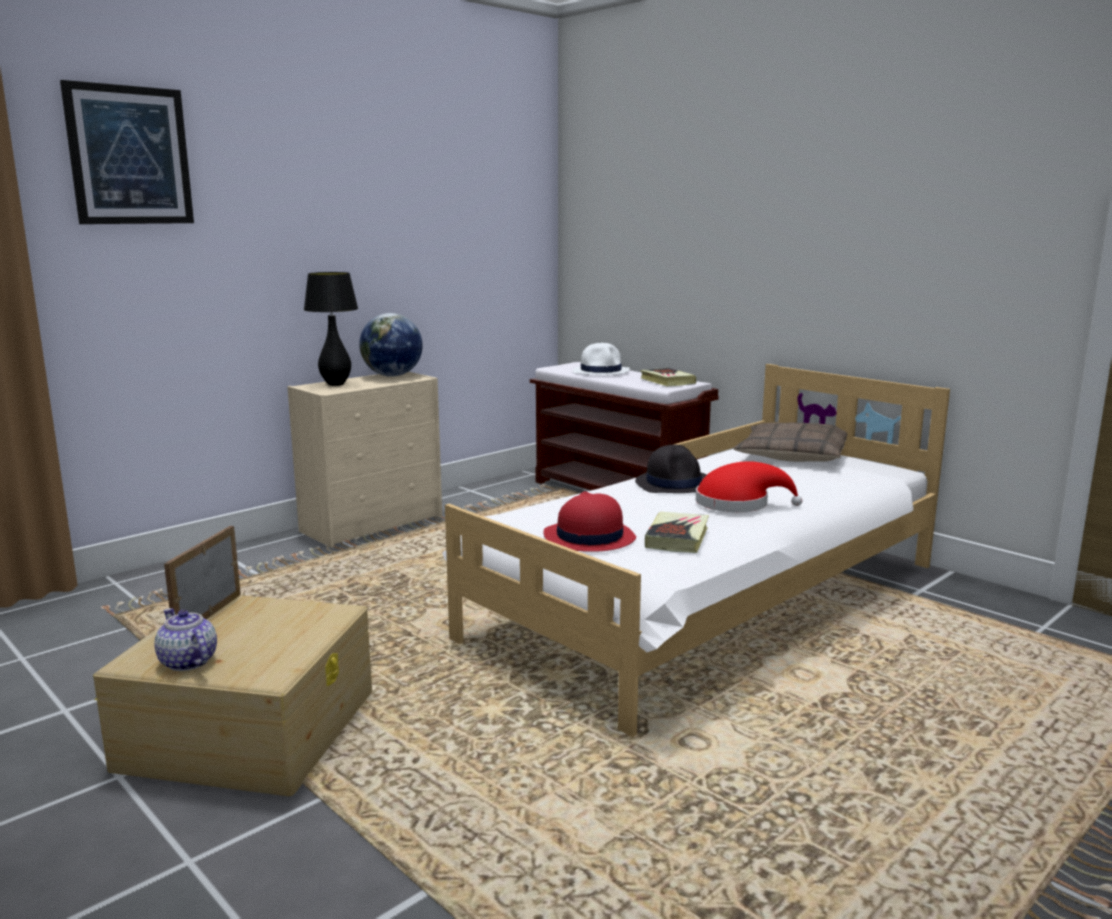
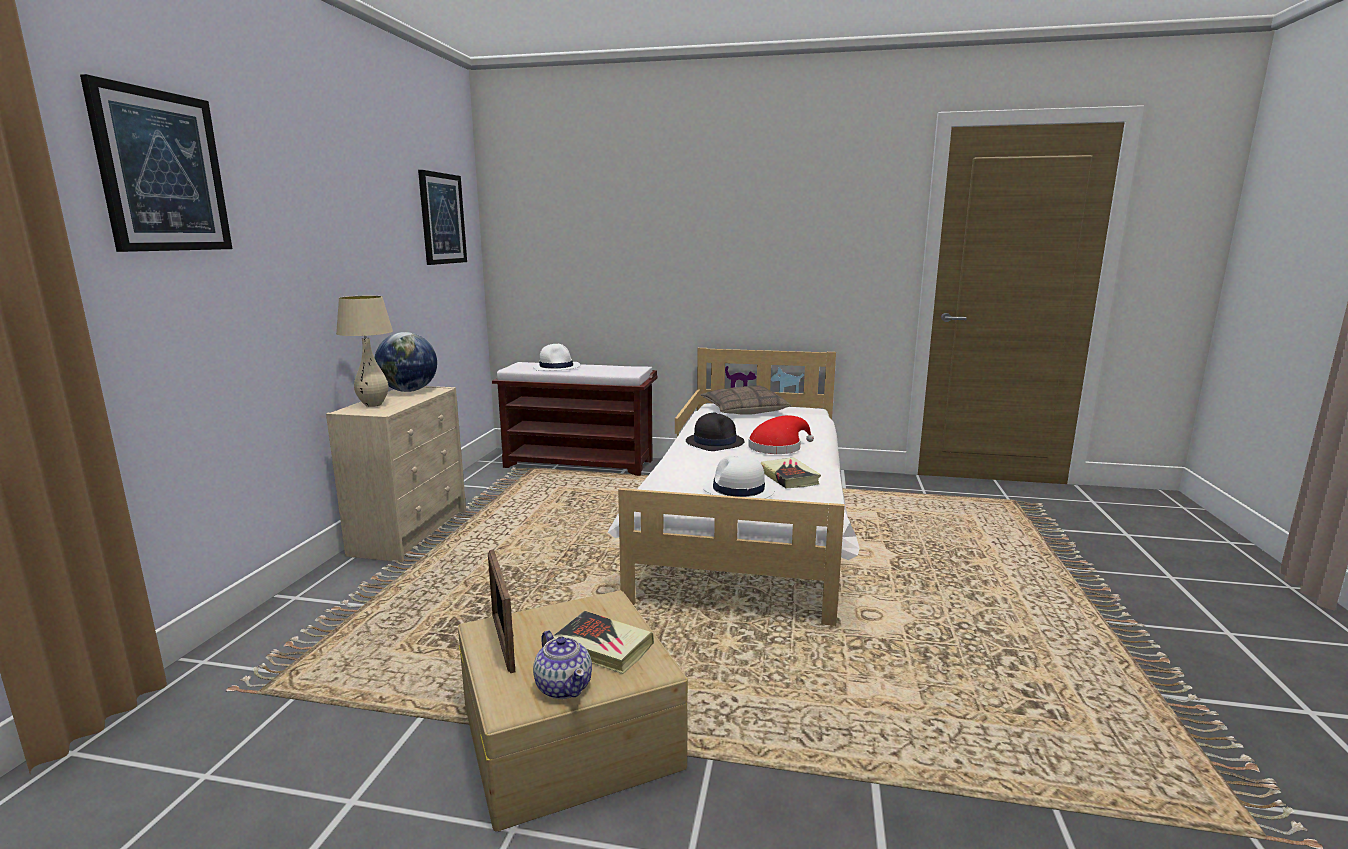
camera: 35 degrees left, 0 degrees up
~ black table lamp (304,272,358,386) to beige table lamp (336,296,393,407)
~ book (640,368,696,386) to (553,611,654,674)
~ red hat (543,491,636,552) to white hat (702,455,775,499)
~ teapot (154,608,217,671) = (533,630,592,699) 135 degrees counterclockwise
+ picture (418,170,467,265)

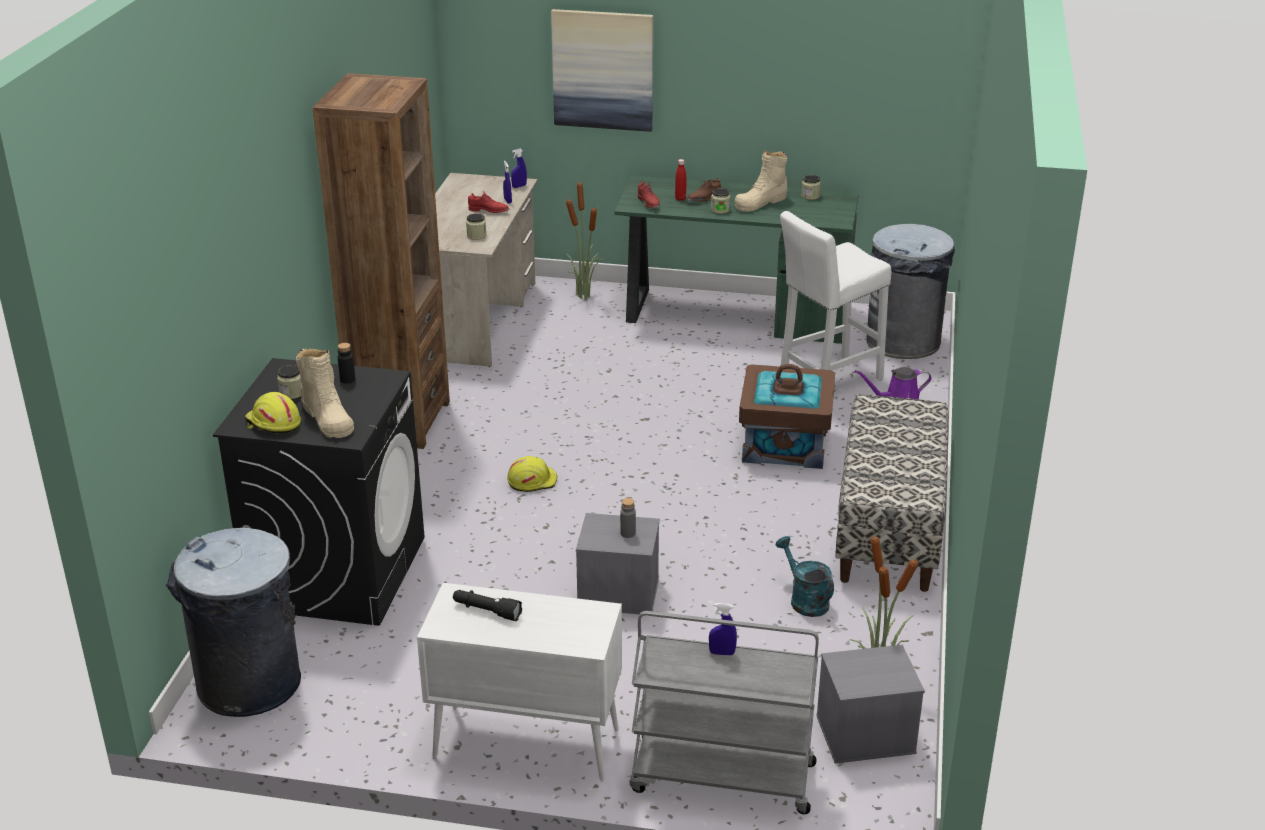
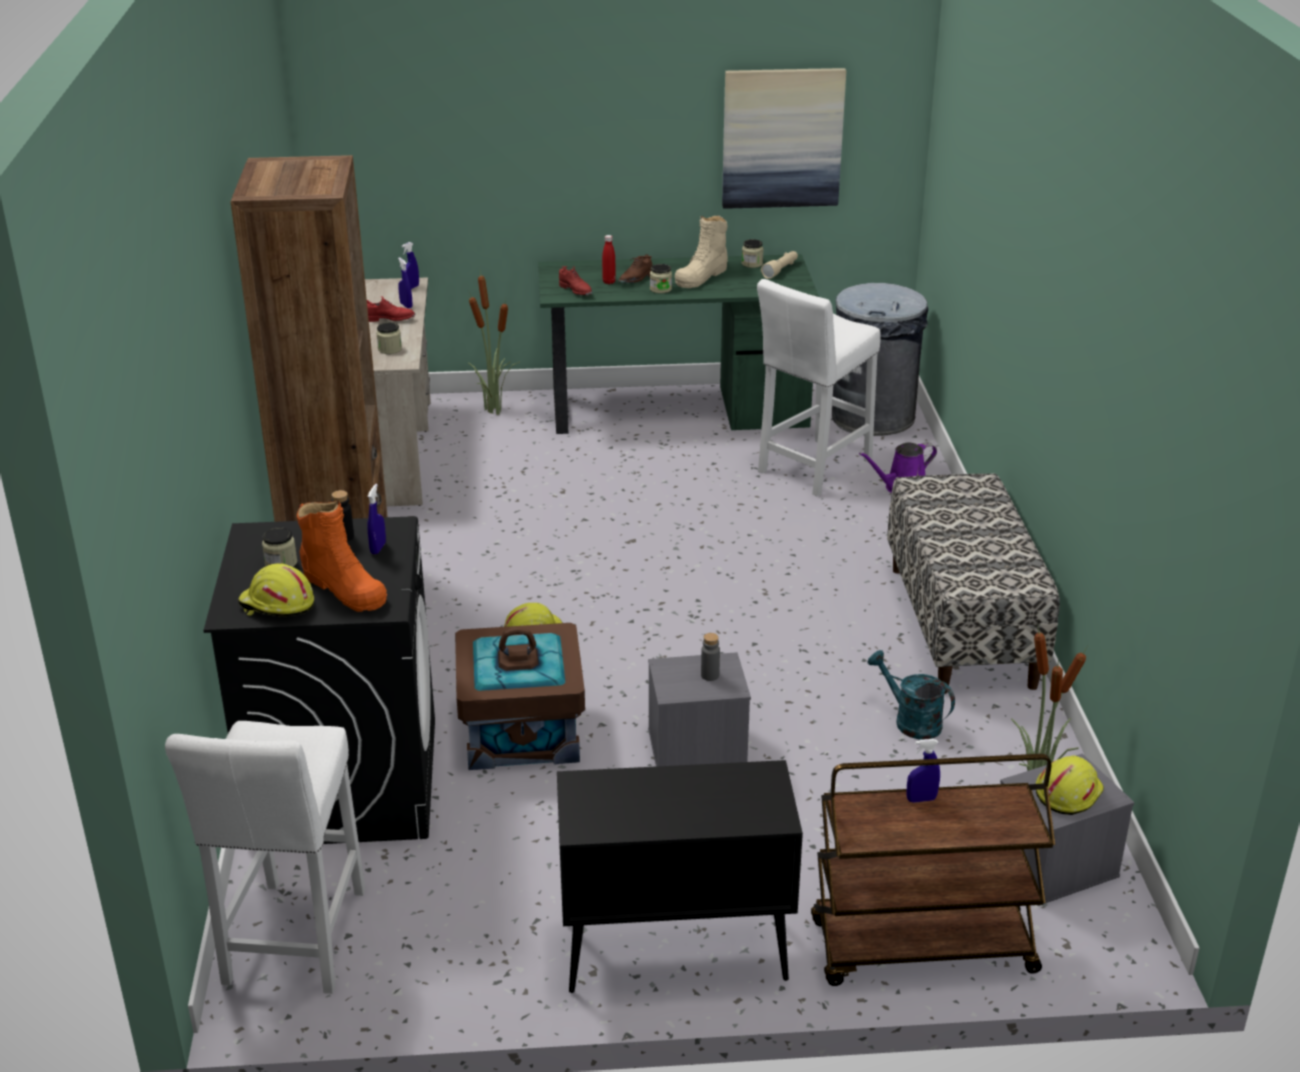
camera: 15 degrees left, 0 degrees up
~ picture (551,9,653,132) to (722,68,846,209)
~ beige boot (296,348,354,438) to orange boot (297,501,387,612)
~ brown storage box (739,364,835,469) to (455,623,585,770)
~ grey trash can (166,528,301,717) to white stool (165,721,365,994)
~ white cabinet (417,583,622,781) to black cabinet (557,760,803,993)
- black flashlight (453,590,522,621)
~ grey cart (629,611,819,814) to brown cart (811,754,1055,986)
+ beige flashlight (761,251,798,279)
+ blue spray bottle (367,484,386,554)
+ yellow hard hat (1036,756,1104,815)

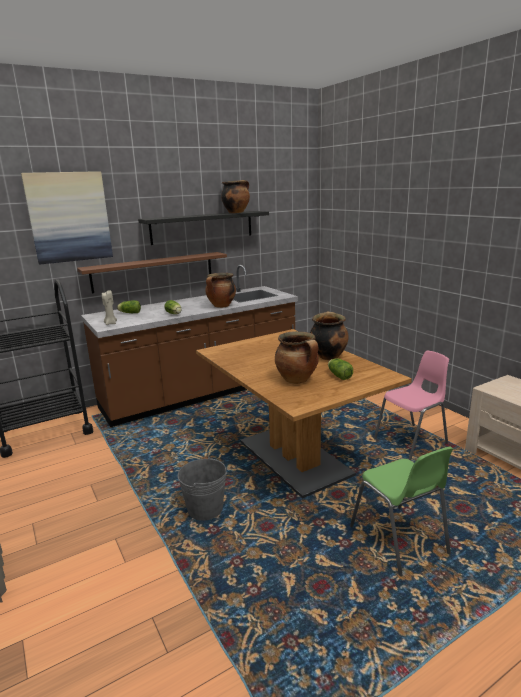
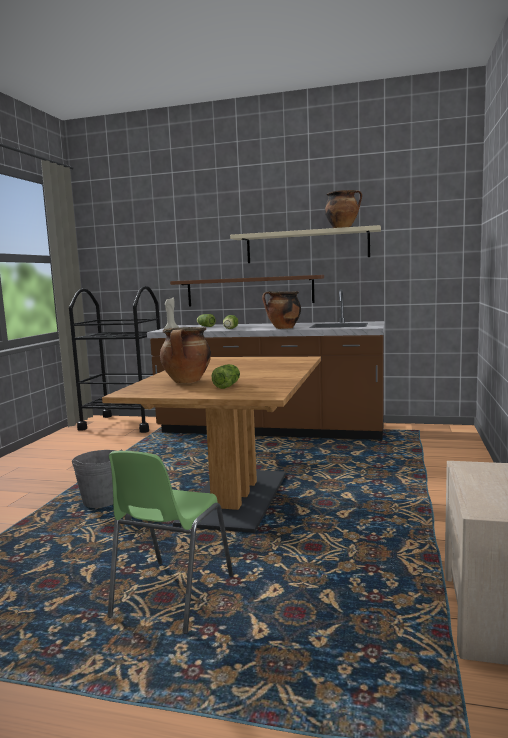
camera: 45 degrees right, 10 degrees down
- picture (21,171,113,264)
~ black shelf (138,211,269,245) to beige shelf (230,225,381,263)
- cooking pot (310,311,349,360)
- pink chair (374,351,449,461)

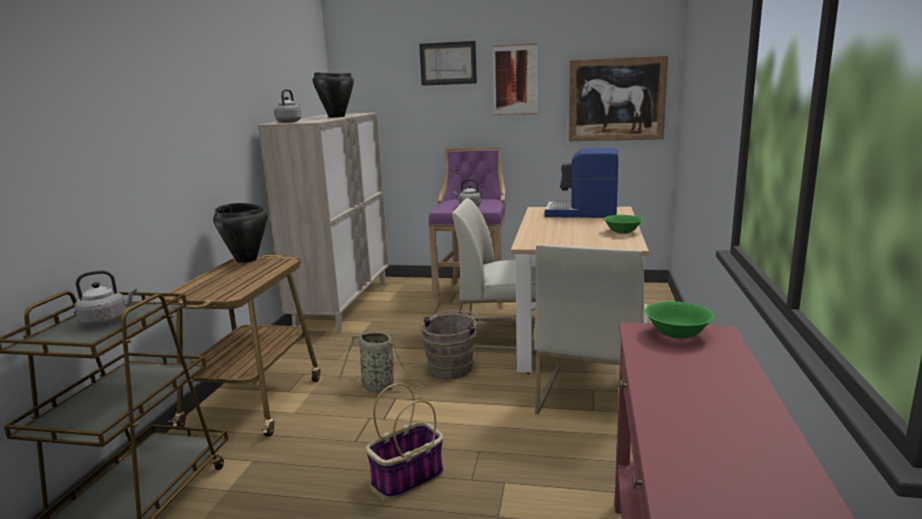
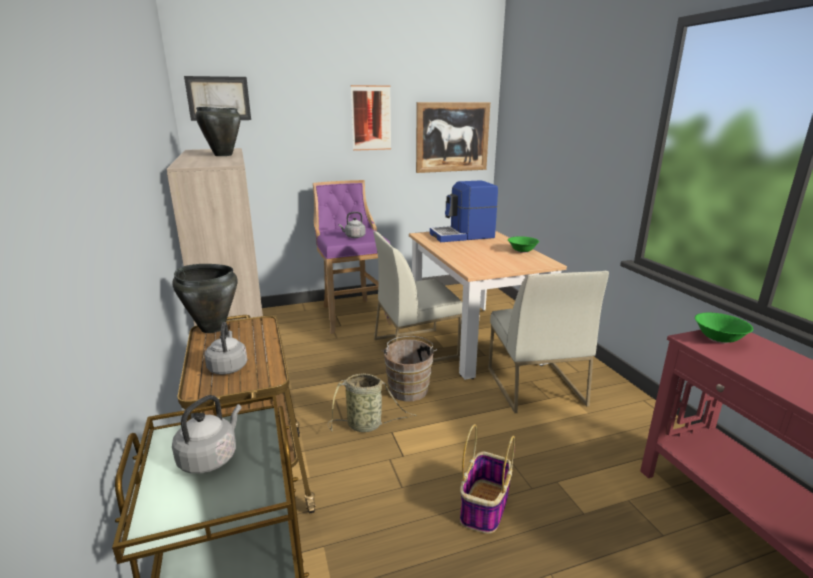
camera: 30 degrees left, 5 degrees up
~ picture (419,41,477,86) to (184,76,251,121)
~ grey kettle (274,89,302,123) to (204,322,247,375)

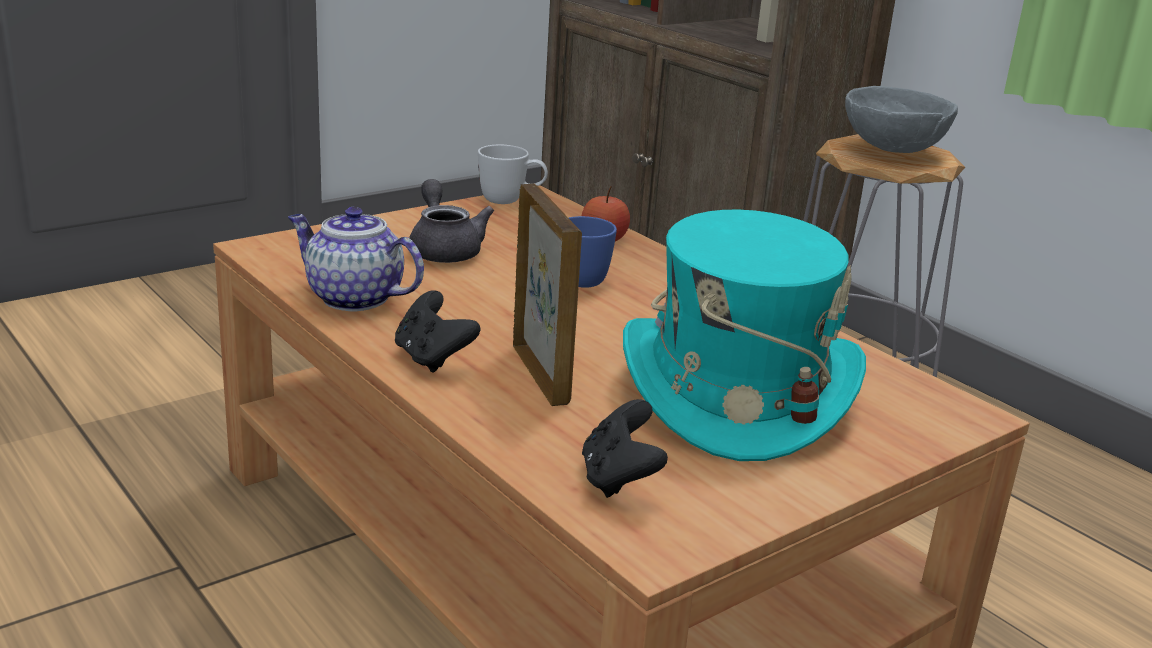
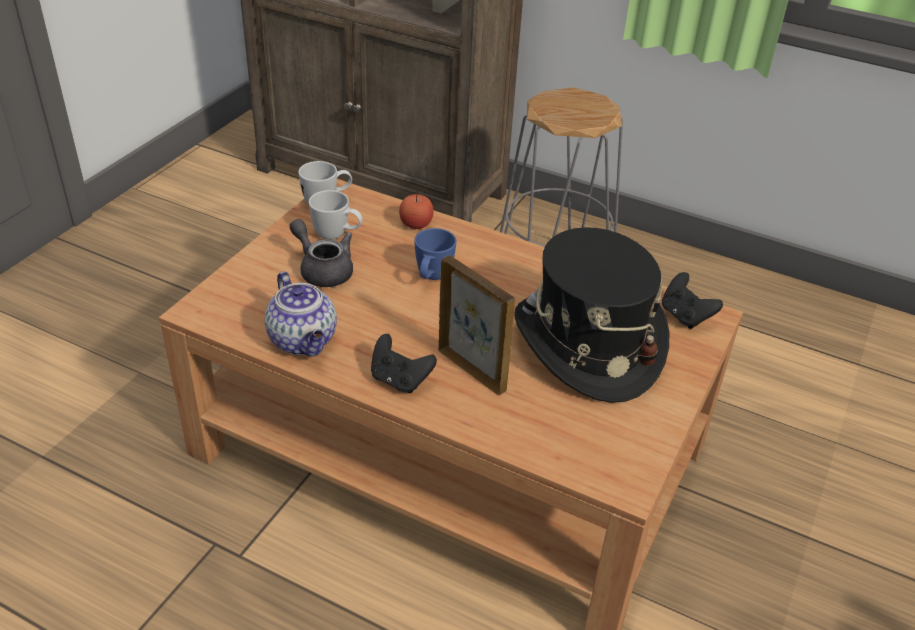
camera: 25 degrees left, 15 degrees up
- grey bowl (845,86,958,153)
~ teapot (288,207,424,312) = (265,271,337,356) 120 degrees counterclockwise
~ turquoise hat (623,210,866,461) to black hat (514,227,669,403)
~ black game controller (582,399,668,498) to (662,272,723,329)
+ white mug (309,190,363,240)

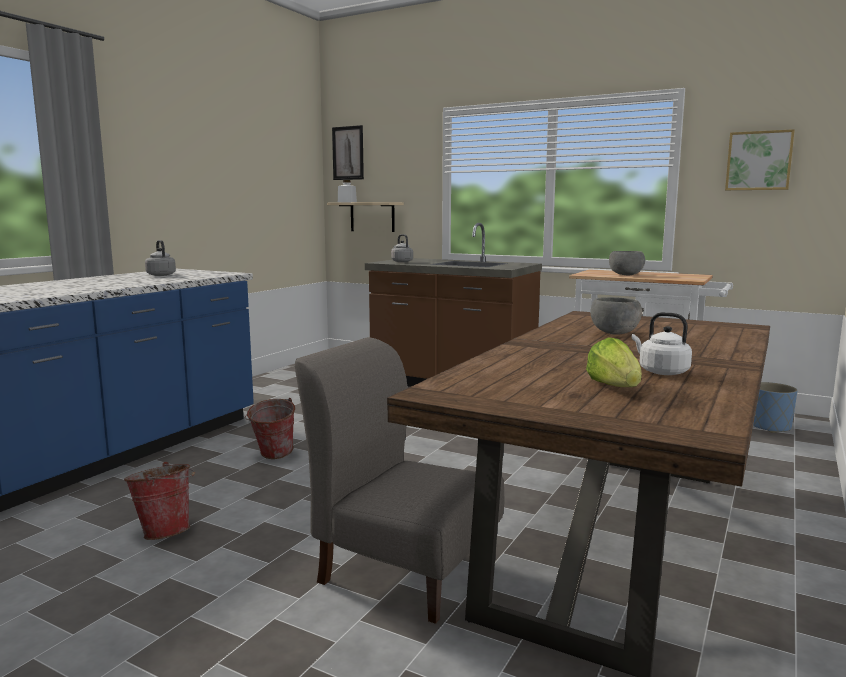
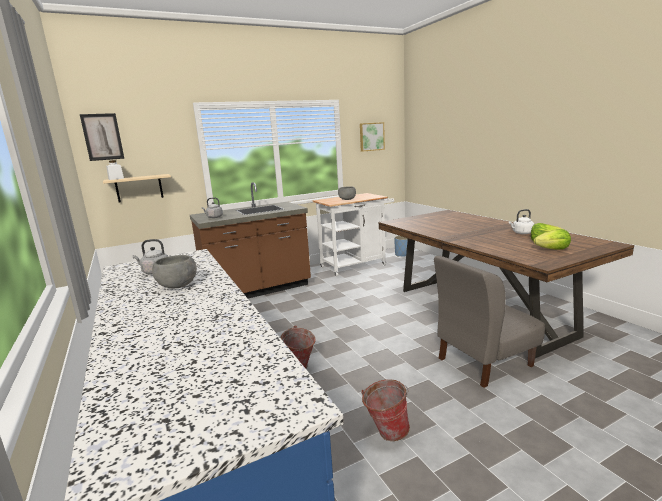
camera: 55 degrees left, 5 degrees up
~ grey bowl (590,297,642,335) to (152,255,197,288)
+ lettuce (533,229,571,250)

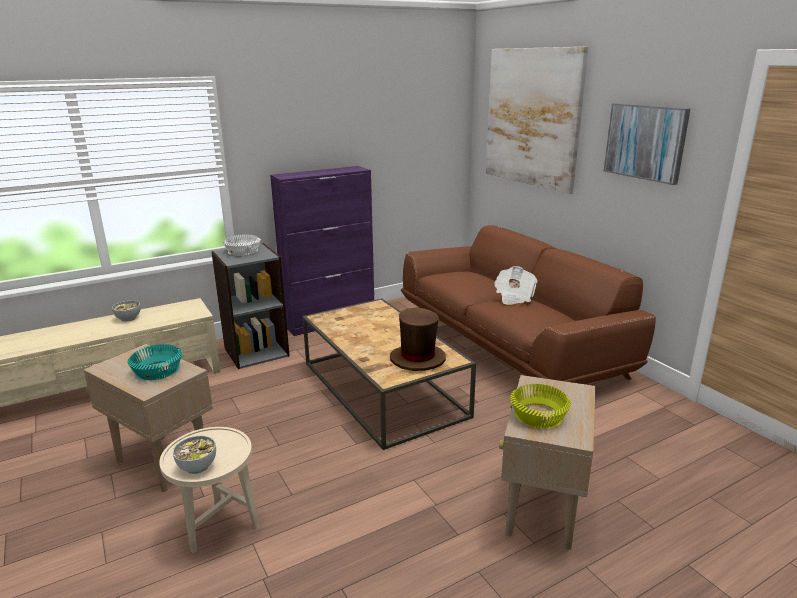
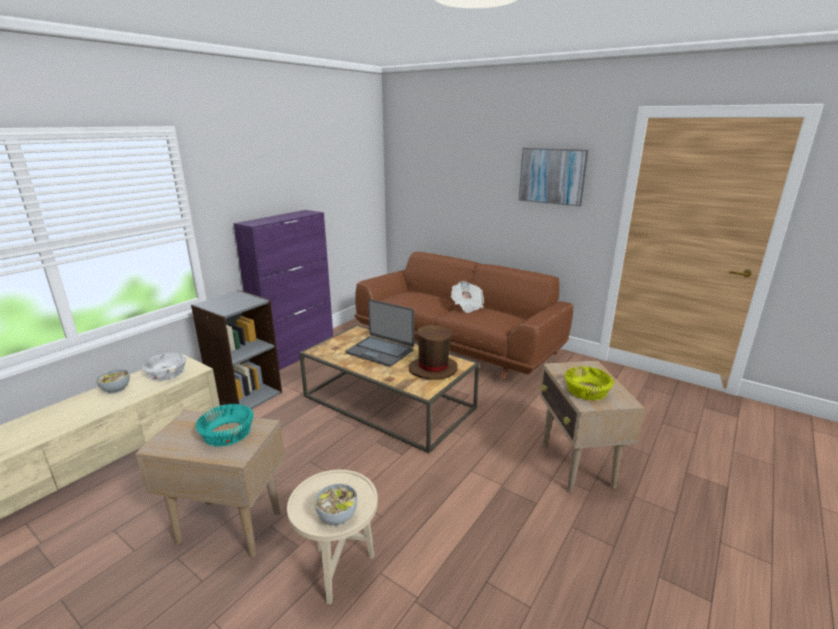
camera: 25 degrees left, 0 degrees up
- picture (486,47,588,194)
~ white bowl (223,234,261,256) to (142,353,186,381)
+ laptop (346,299,414,367)

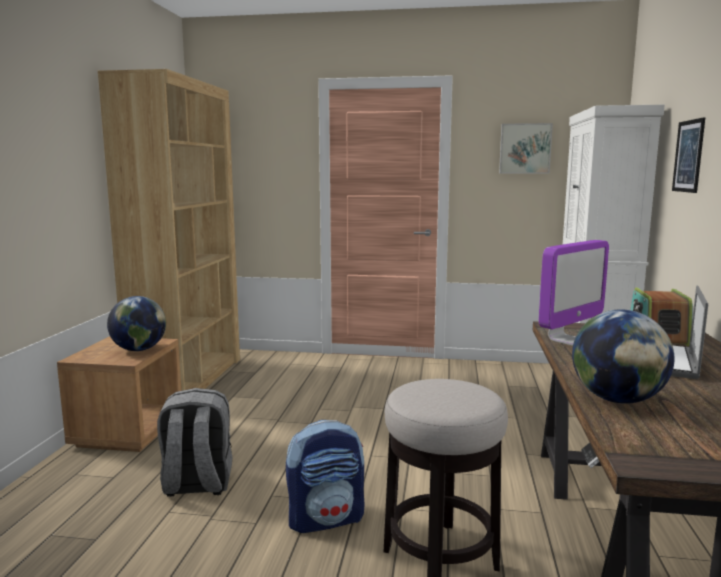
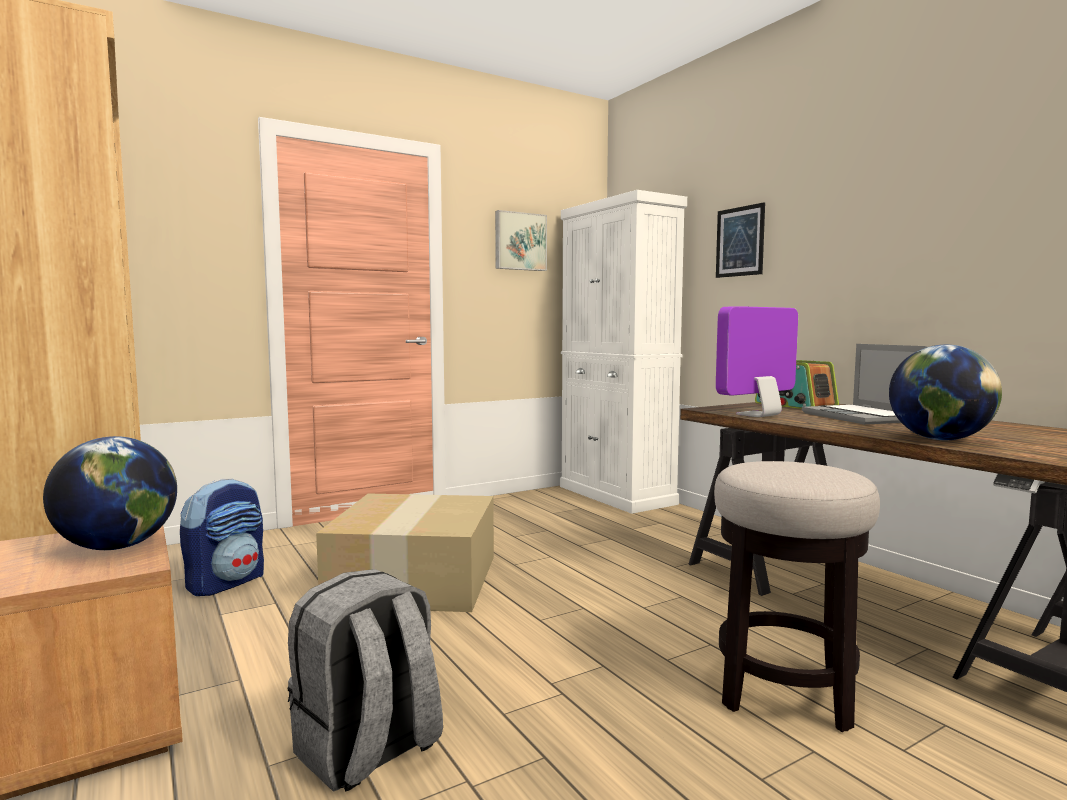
camera: 40 degrees left, 5 degrees down
~ monitor (538,240,609,346) = (716,306,798,417) 135 degrees counterclockwise
~ backpack (286,420,365,533) to (180,478,264,596)
+ cardboard box (316,494,494,612)

